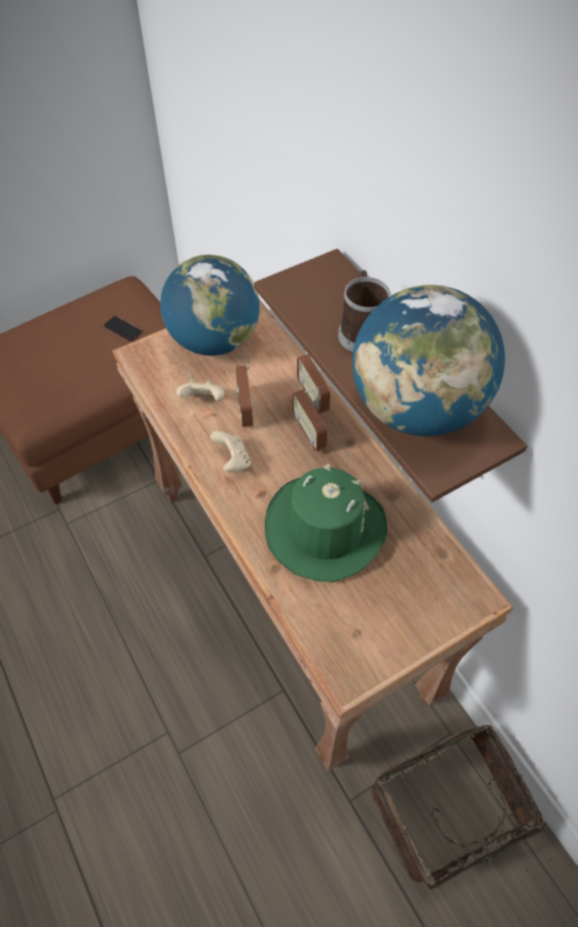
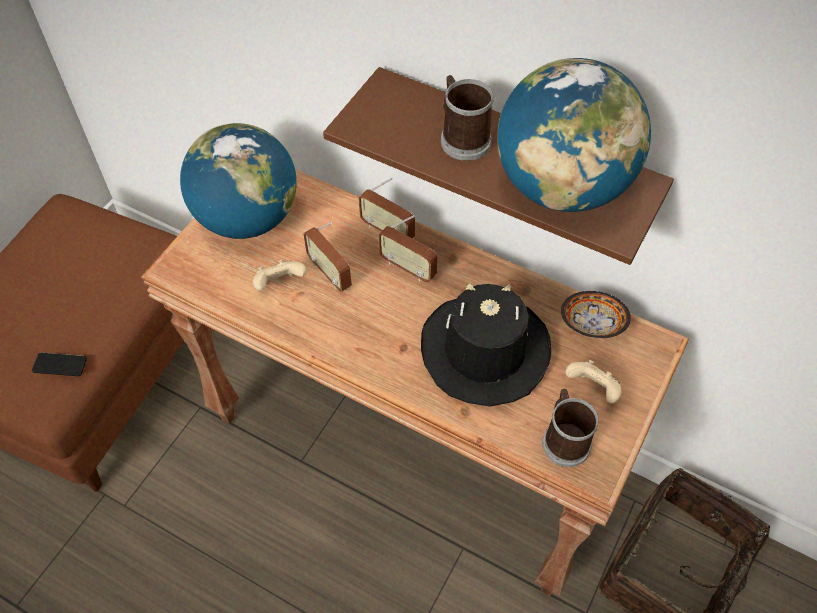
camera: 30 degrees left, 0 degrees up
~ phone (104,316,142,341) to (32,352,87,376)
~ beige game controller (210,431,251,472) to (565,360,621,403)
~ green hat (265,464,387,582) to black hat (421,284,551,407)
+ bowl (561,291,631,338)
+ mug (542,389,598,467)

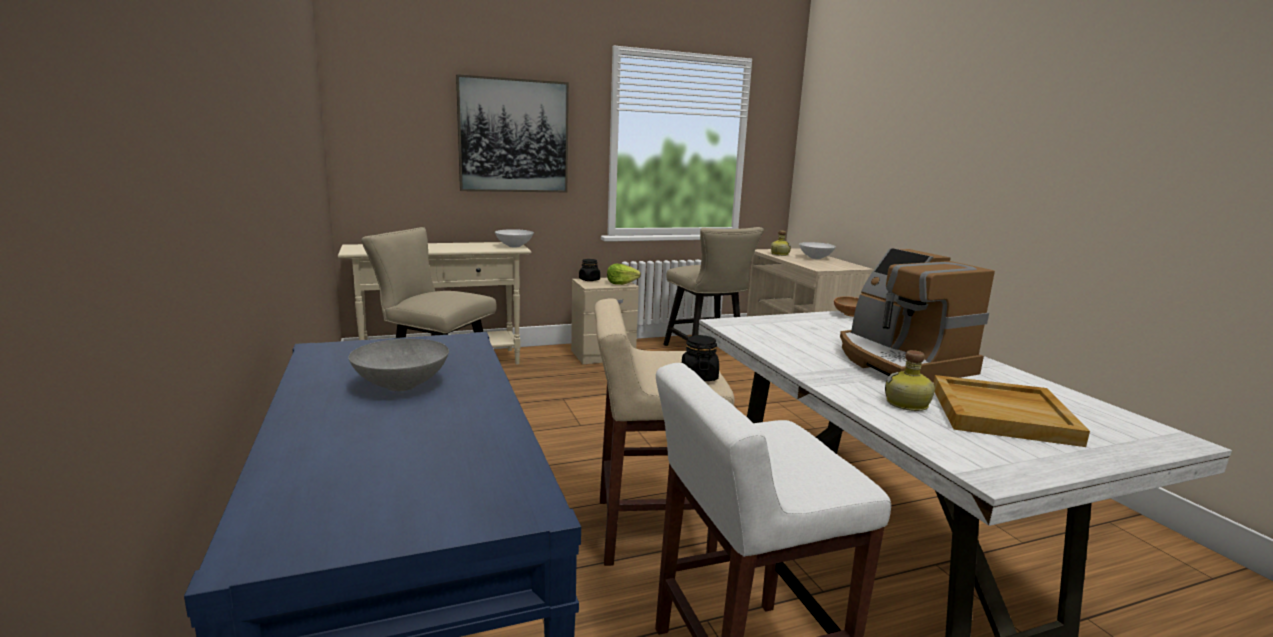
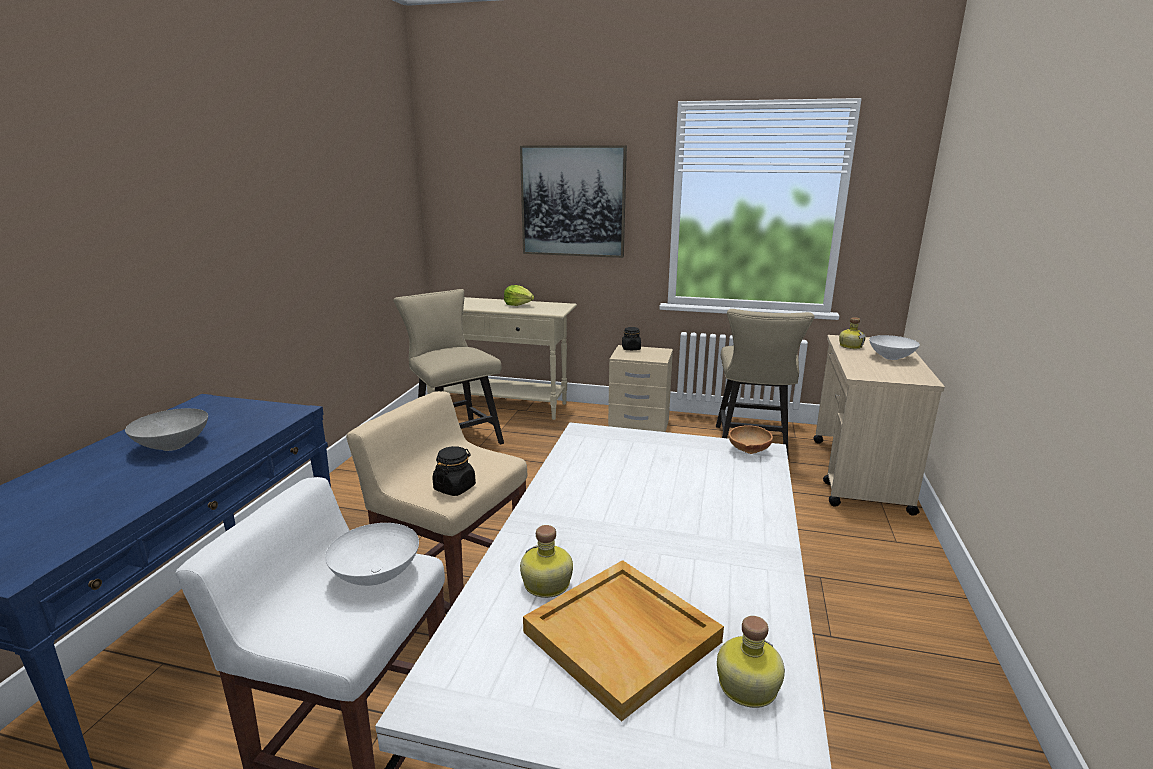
camera: 35 degrees right, 5 degrees up
~ white bowl (495,229,534,247) to (325,523,419,586)
- coffee machine (840,248,995,383)
~ lettuce (607,264,641,285) to (504,285,534,306)
+ bottle (717,616,785,708)

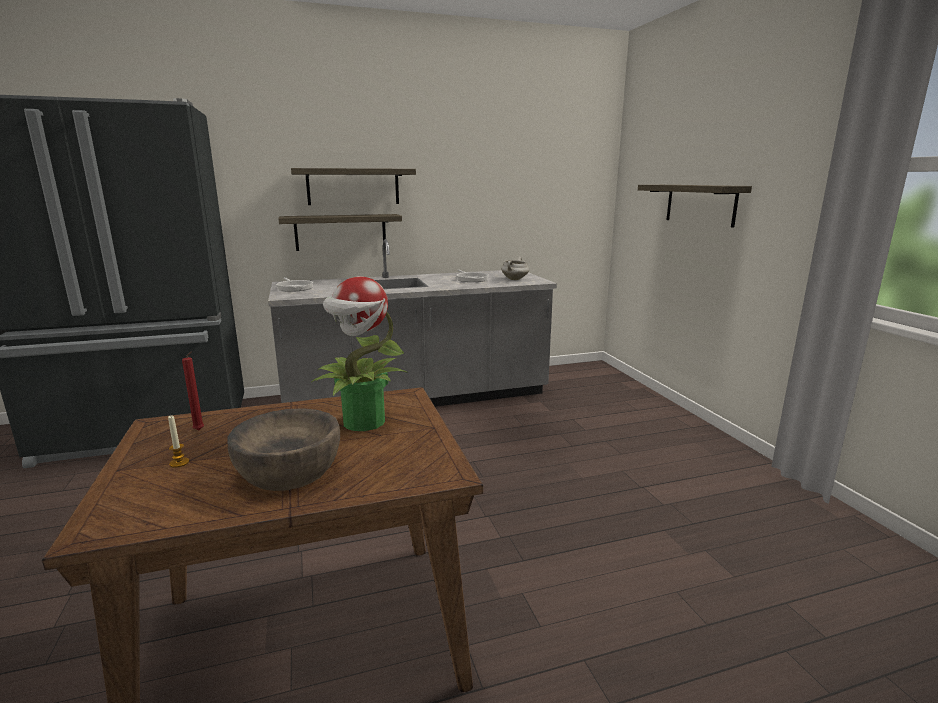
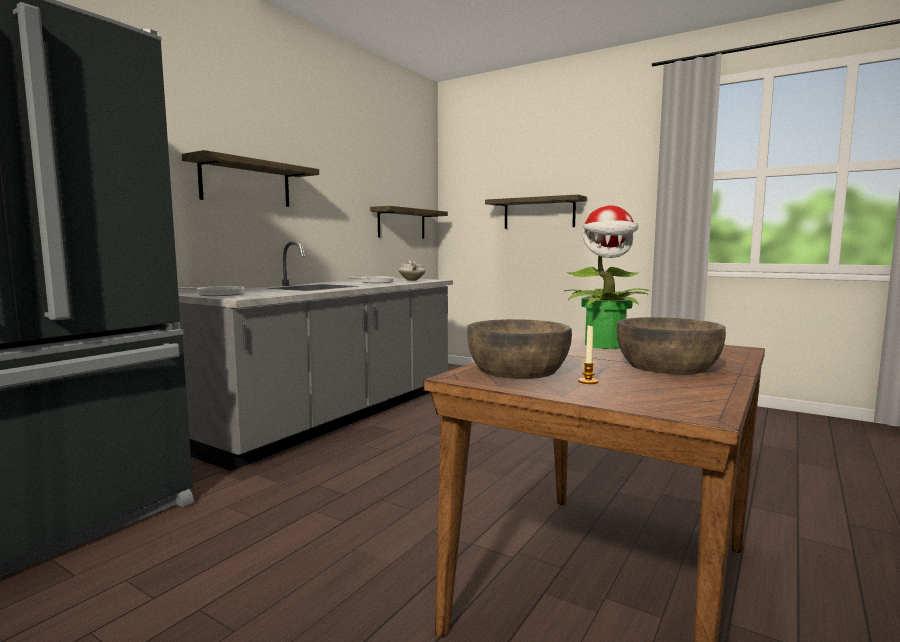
camera: 40 degrees left, 10 degrees down
~ shelf (278,214,402,251) to (370,206,448,239)
~ red candle (182,351,204,430) to brown bowl (467,319,572,379)

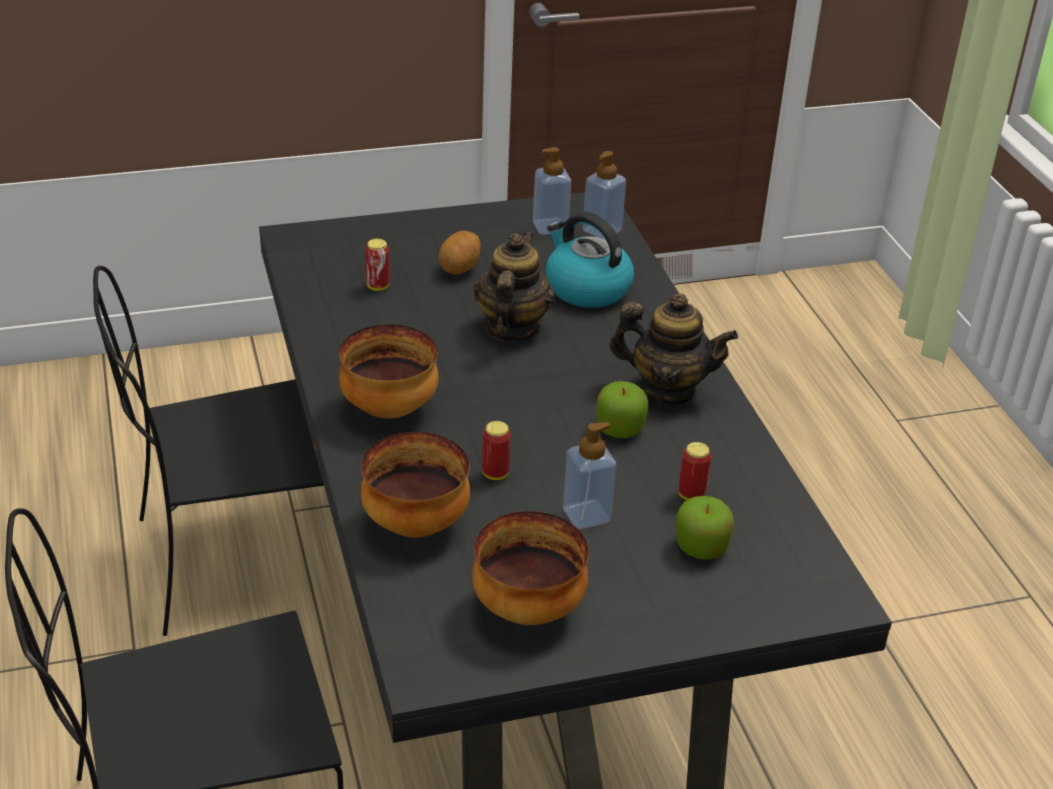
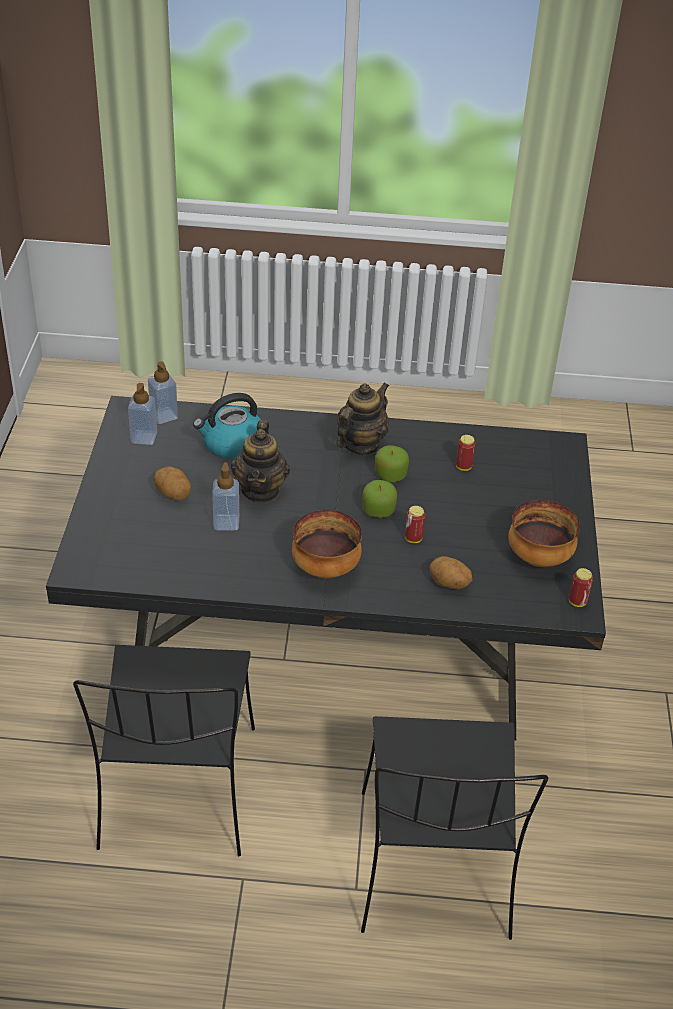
camera: 70 degrees left, 5 degrees up
~ teapot (474,232,555,342) = (231,420,290,503) 120 degrees counterclockwise
~ can (365,239,389,291) to (569,568,593,607)
~ soap dispenser (563,422,616,529) to (212,462,239,531)
~ bowl (361,432,470,537) to potato (430,556,473,589)
~ apple (676,496,735,560) to (362,480,397,518)

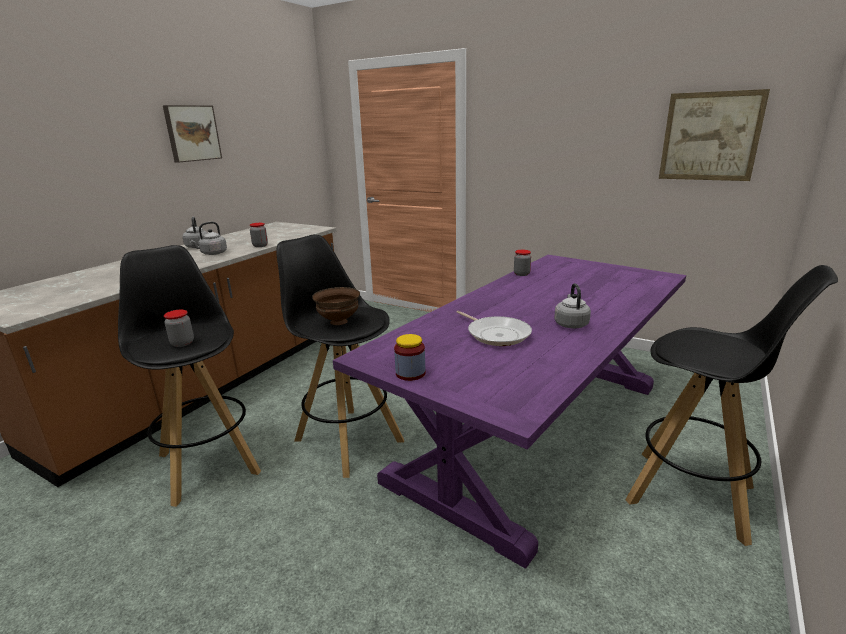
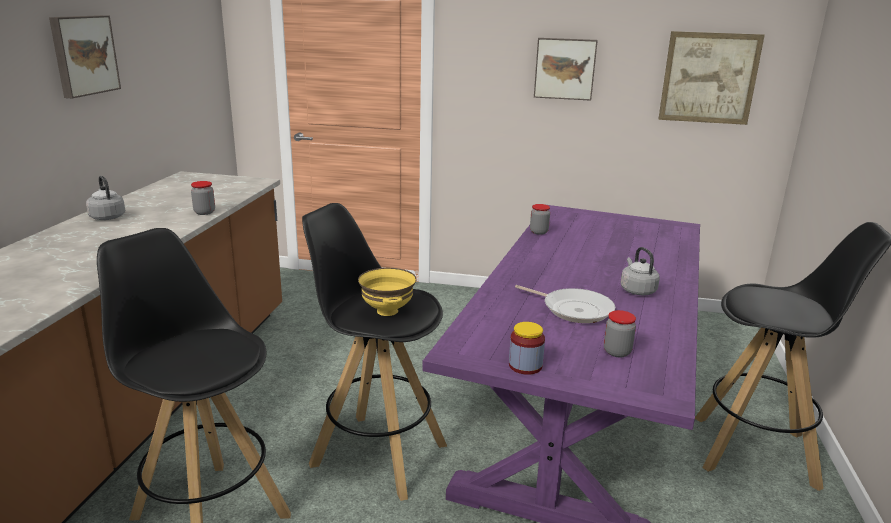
camera: 20 degrees left, 0 degrees up
- grey kettle (189,222,227,255)
~ brown bowl (312,287,360,325) to yellow bowl (358,268,416,316)
~ jar (164,310,194,347) to (604,310,636,357)
+ picture (534,38,598,101)

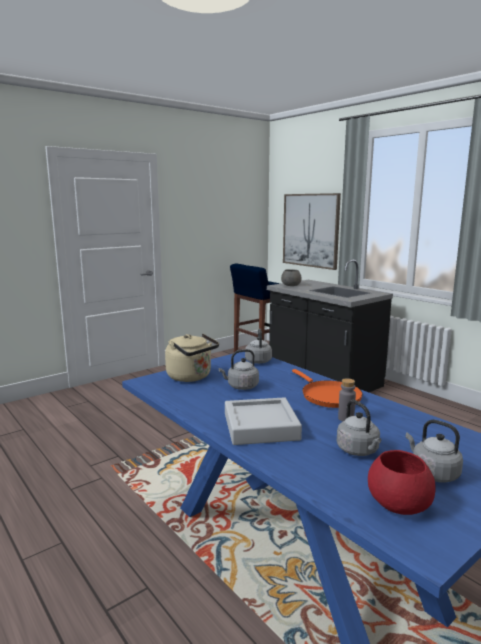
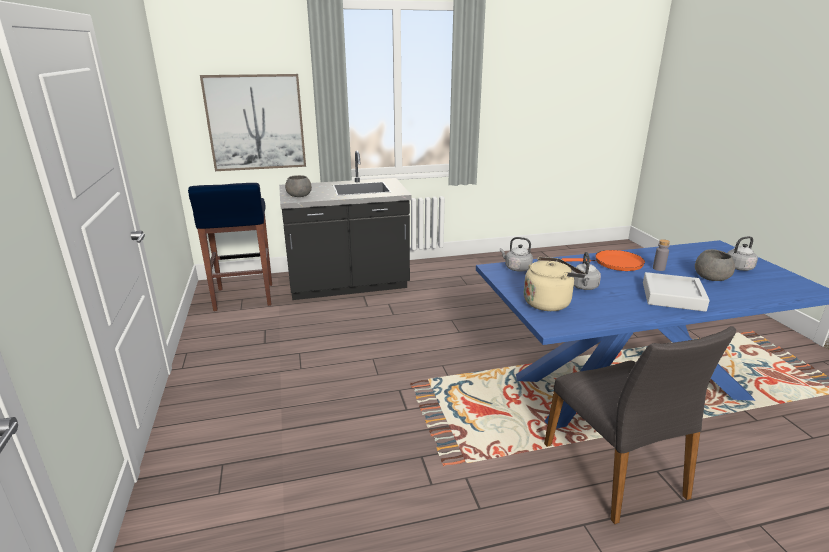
camera: 65 degrees left, 10 degrees up
~ grey kettle (337,400,381,456) to grey bowl (695,249,735,281)
- red bowl (368,450,436,515)
+ grey chair (544,326,736,524)

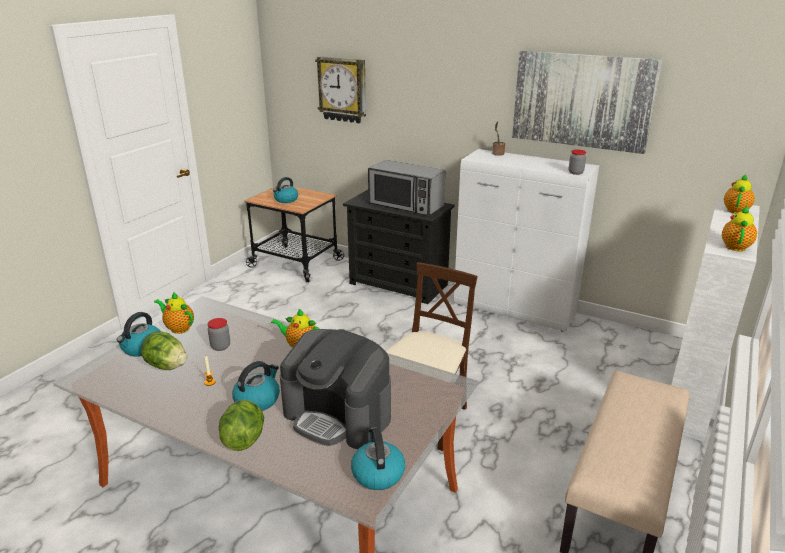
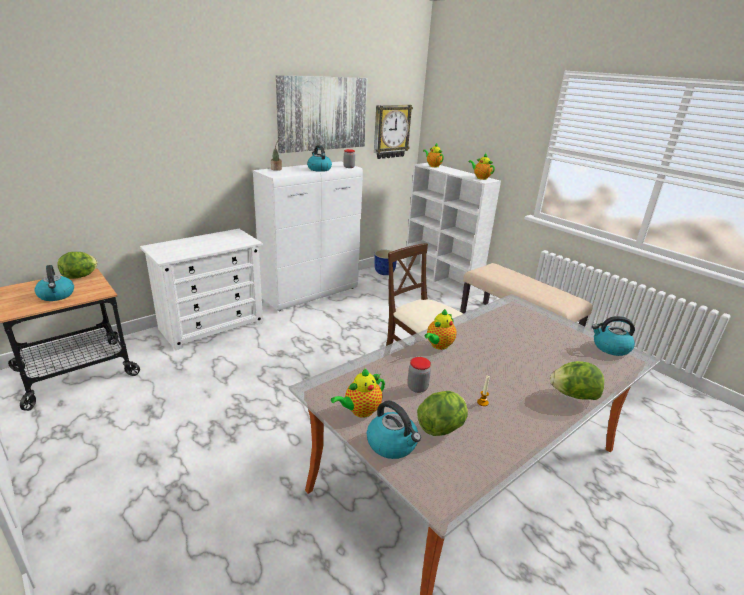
camera: 70 degrees left, 0 degrees up
~ wall clock (315,56,366,123) to (374,105,413,159)
- microwave (368,160,445,215)
~ black dresser (343,190,455,304) to white dresser (140,229,263,350)
- coffee machine (280,329,391,449)
~ kettle (232,361,280,411) to (307,145,332,172)
+ planter (374,250,397,275)
+ lettuce (57,252,97,279)

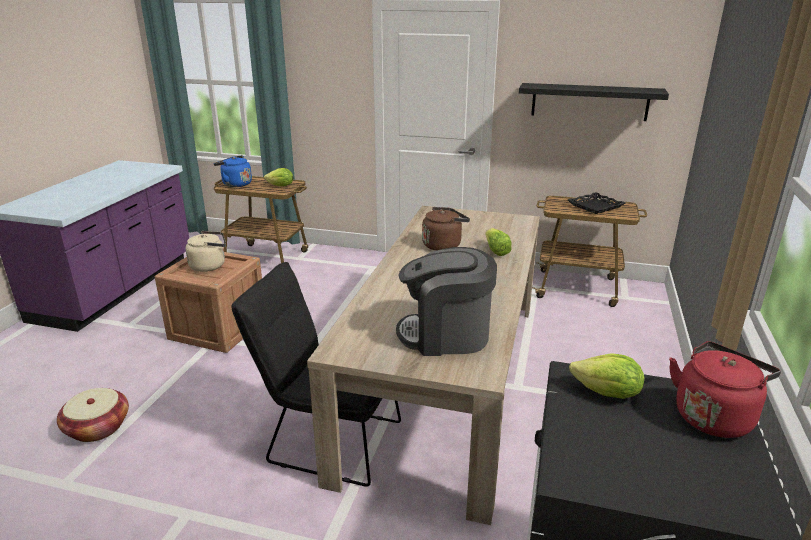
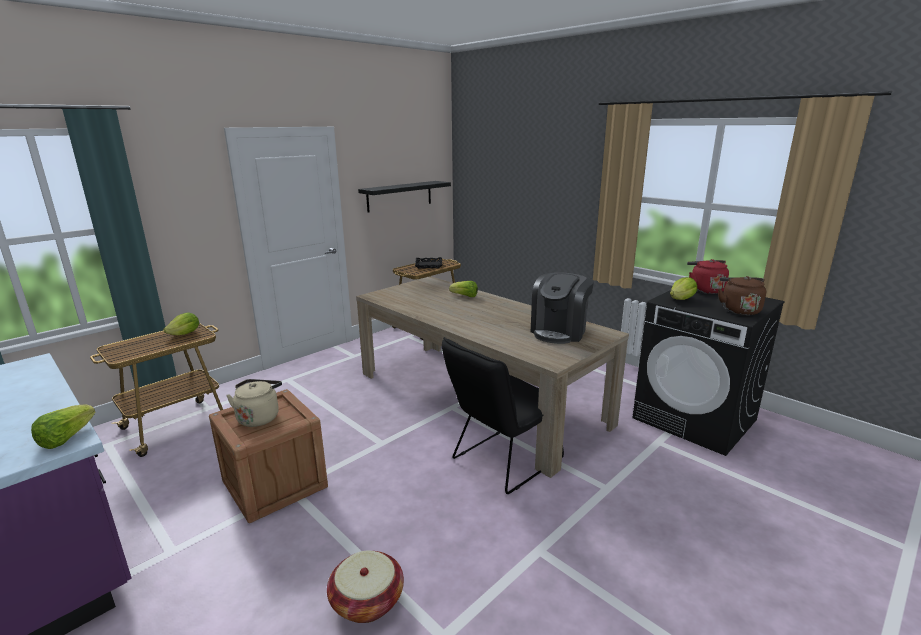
camera: 60 degrees left, 5 degrees down
- blue kettle (214,155,252,187)
~ brown kettle (422,207,470,251) to (718,276,766,315)
+ lettuce (31,404,95,449)

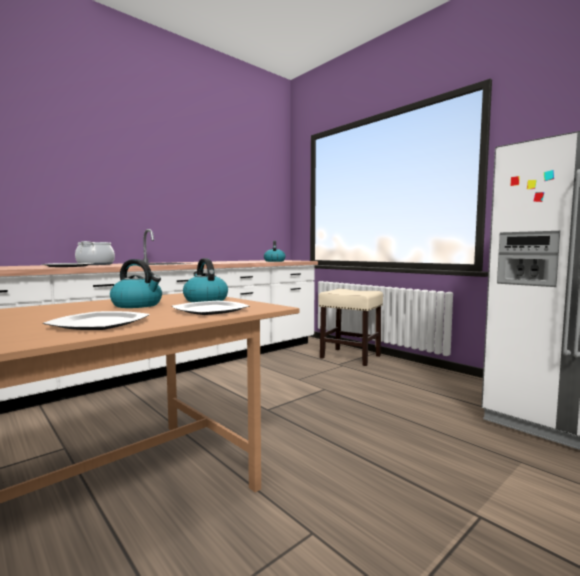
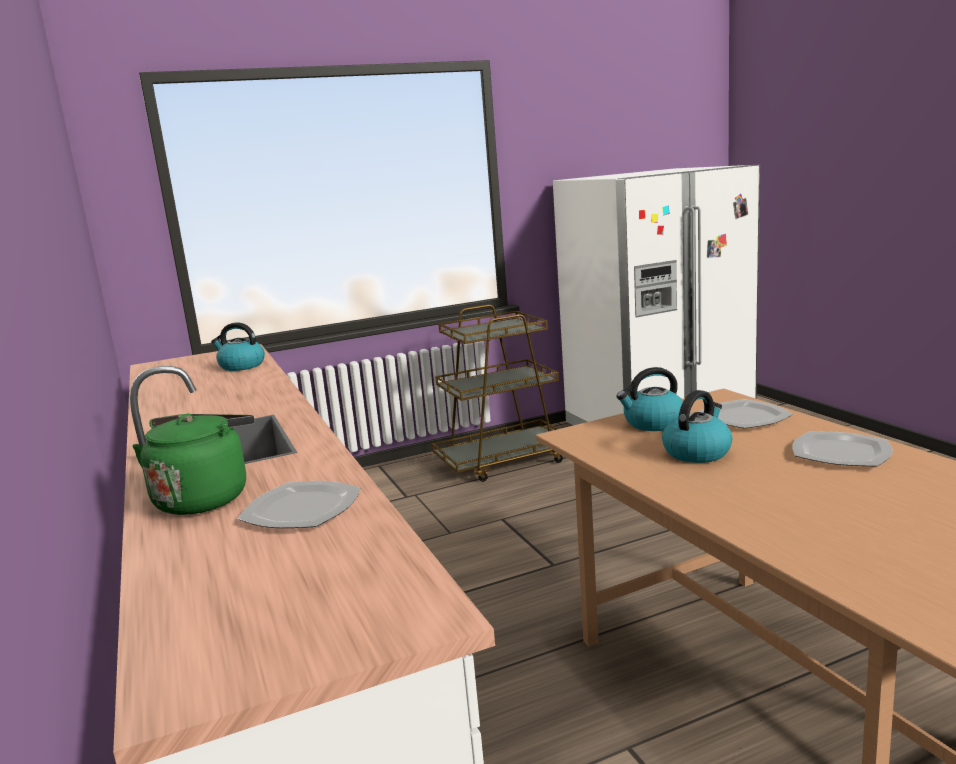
camera: 70 degrees left, 10 degrees up
~ cooking pot (75,241,115,265) to green kettle (132,414,254,515)
- beige stool (319,289,383,366)
+ brown cart (432,304,563,482)

